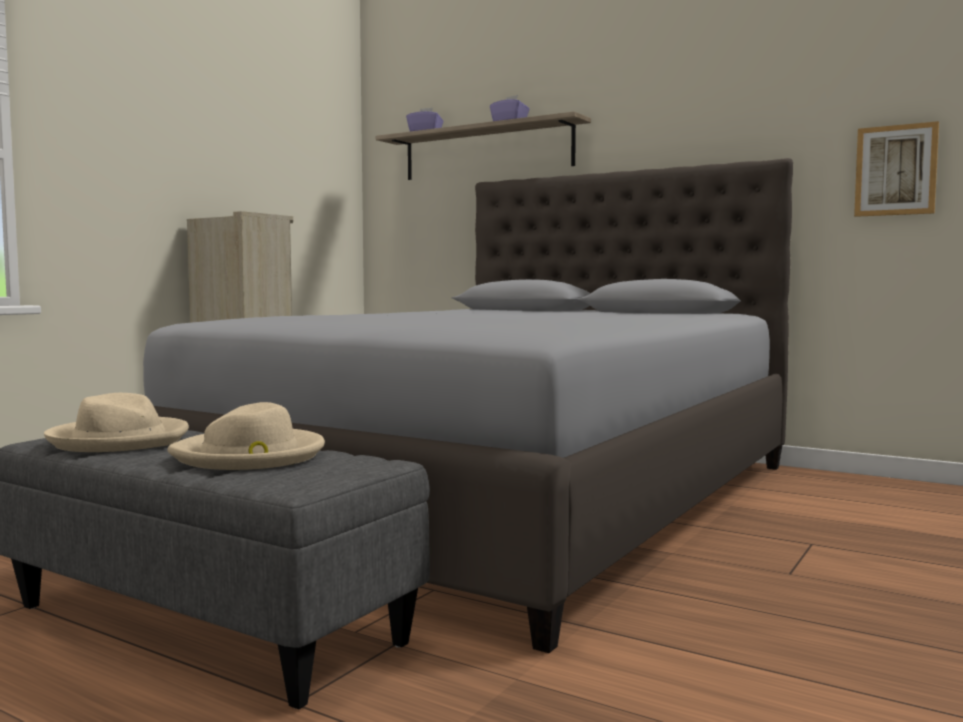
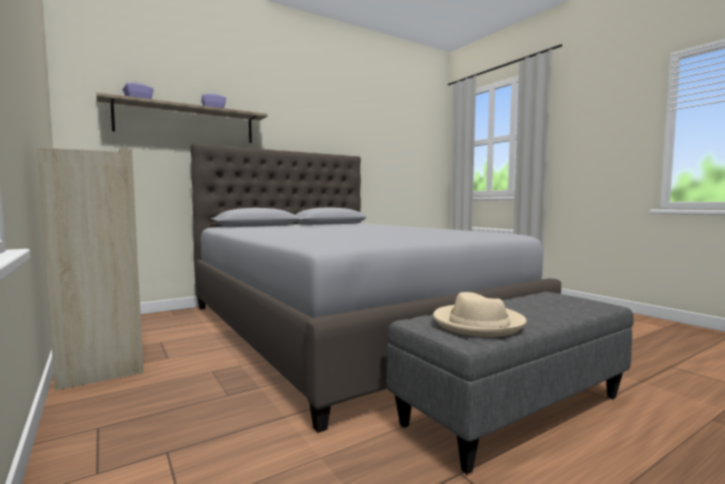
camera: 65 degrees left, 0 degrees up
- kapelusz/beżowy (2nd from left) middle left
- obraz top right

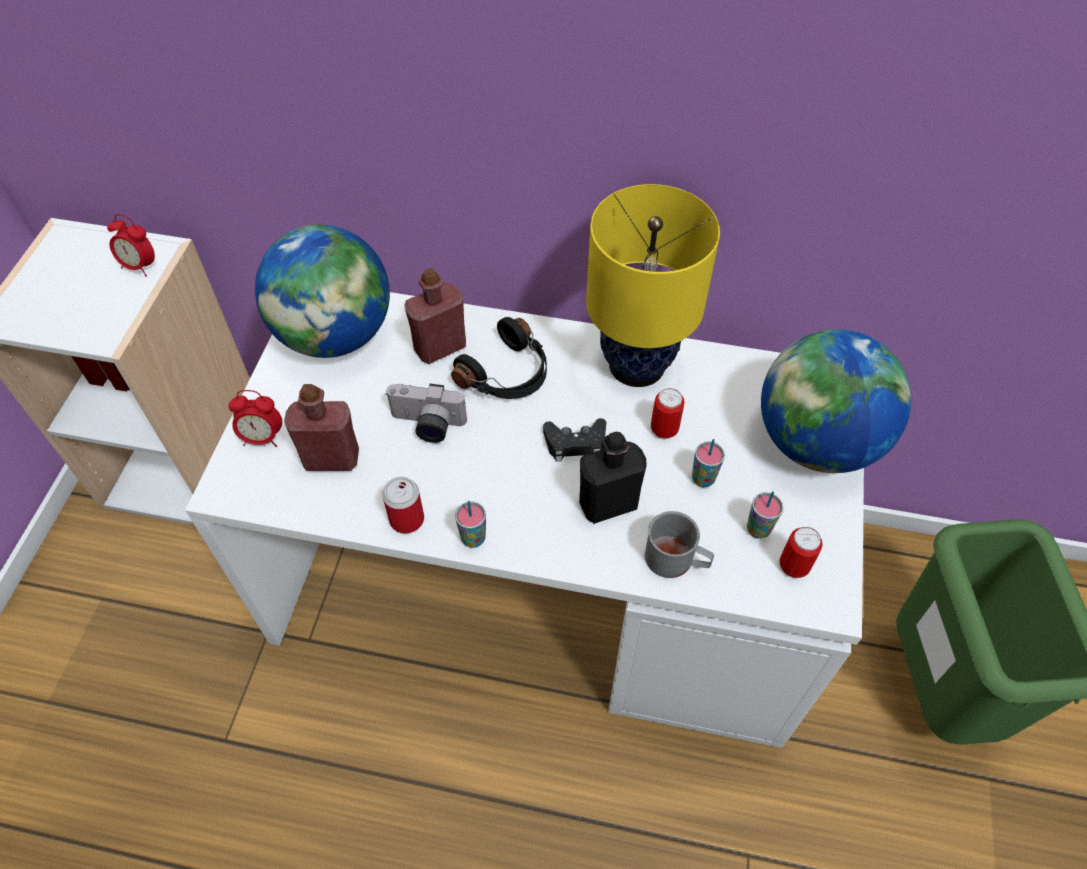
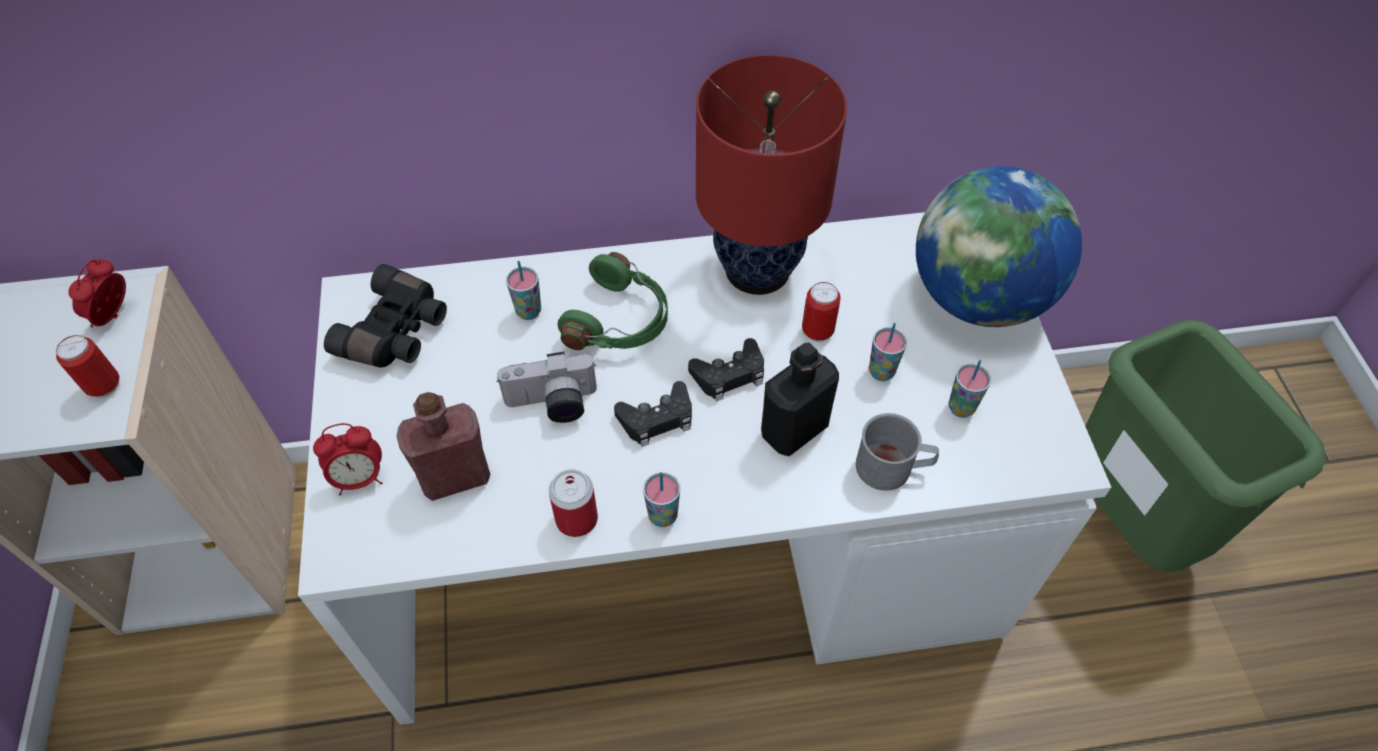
camera: 20 degrees left, 0 degrees up
+ pad do gier/czarny (1st from left) centre
~ puszka (3rd from left in the first image) middle right to puszka (1st from left) middle left
~ globus (1st from left) middle left to lornetka/czarny middle left
~ butelka/czerwony (2nd from left) centre to filiżanka (1st from left) centre
~ słuchawki/czarny centre to słuchawki/zielony centre
~ lampa stołowa/żółty top centre to lampa stołowa/czerwony top centre
~ budzik (1st from left) top left = middle left 105 degrees clockwise

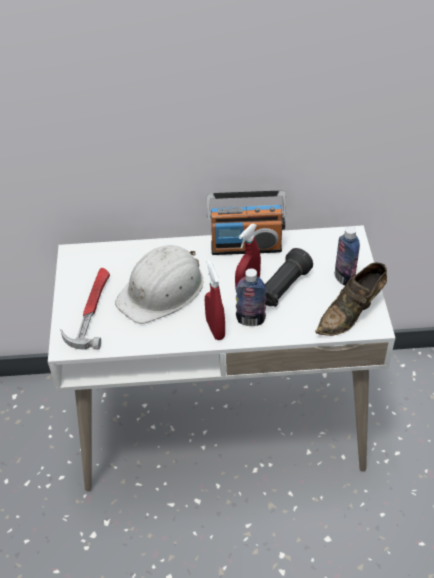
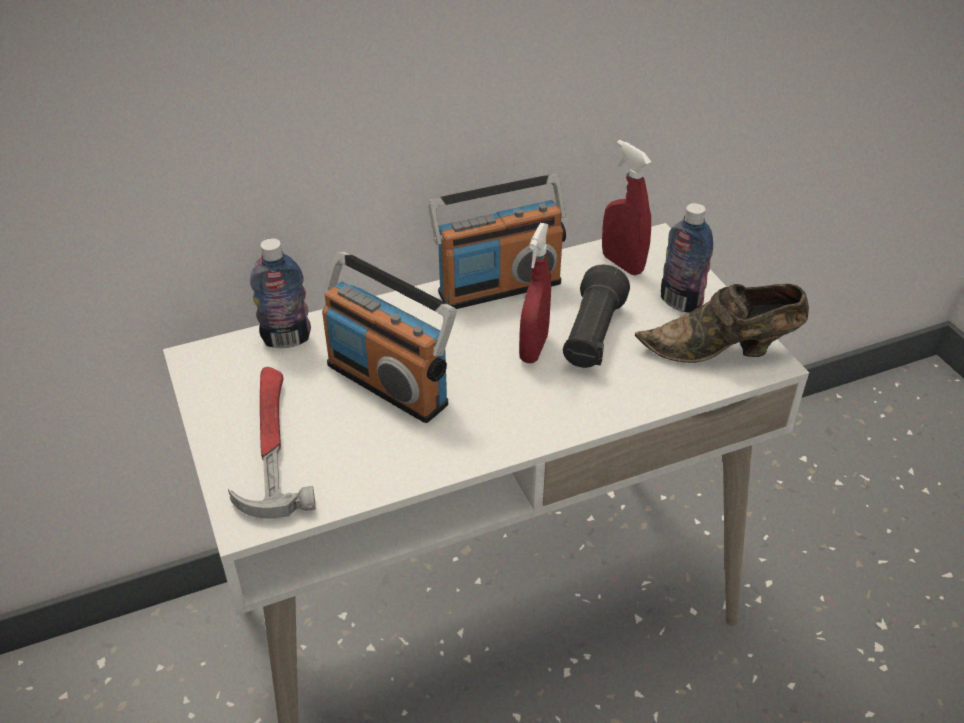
camera: 20 degrees left, 5 degrees down
~ spryskiwacz/czerwony (1st from left in the first image) centre to spryskiwacz/czerwony (2nd from left) top centre
~ butelka (1st from left) centre to middle left
~ kask/biały centre to radio (1st from left) centre
~ but/brązowy middle right = middle right 60 degrees clockwise

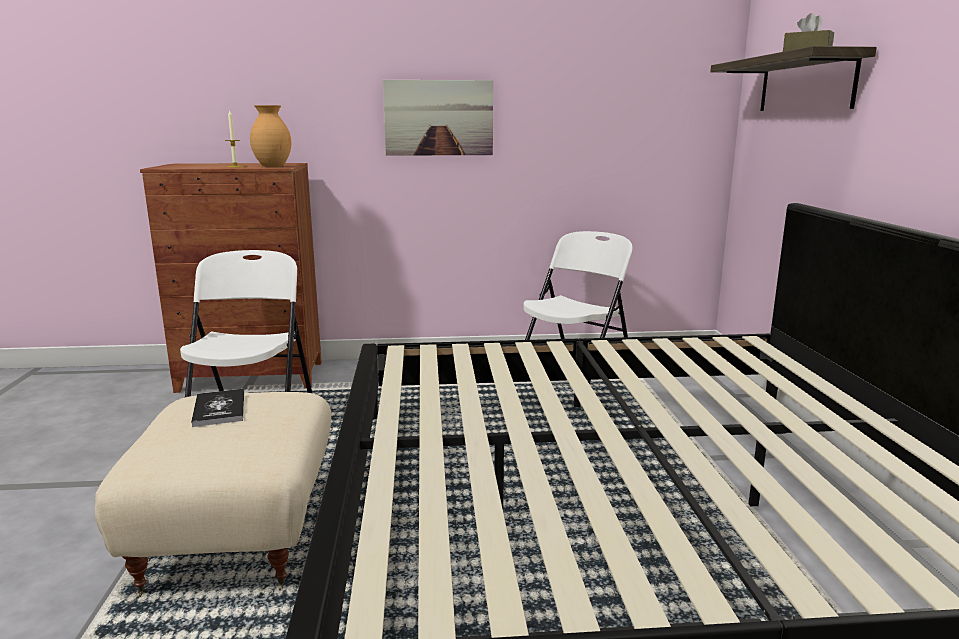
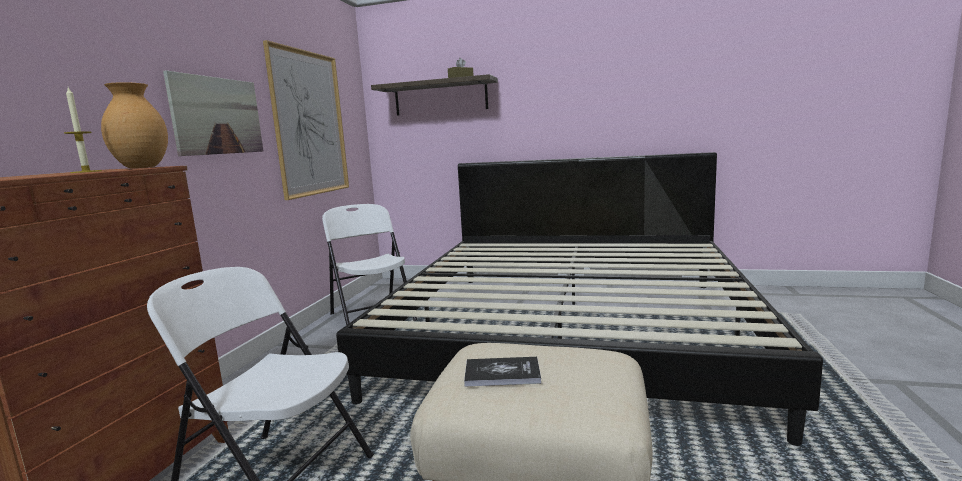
camera: 70 degrees left, 5 degrees down
+ obraz (2nd from left) top left

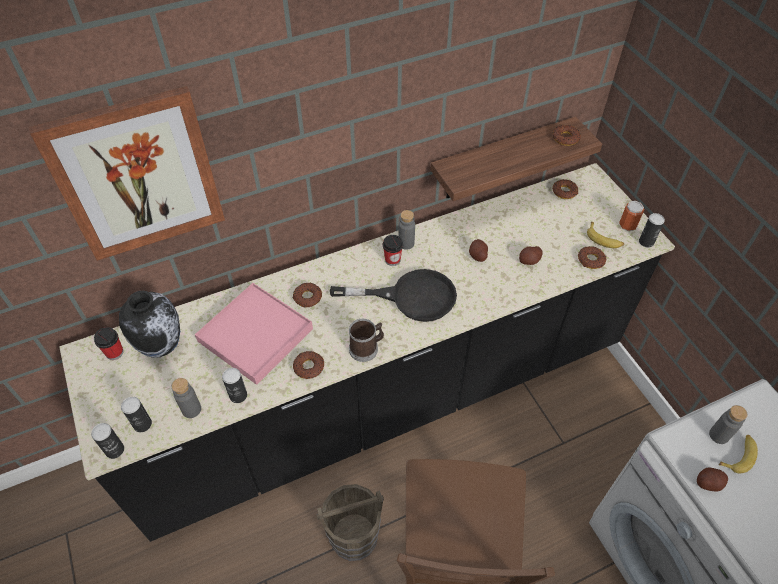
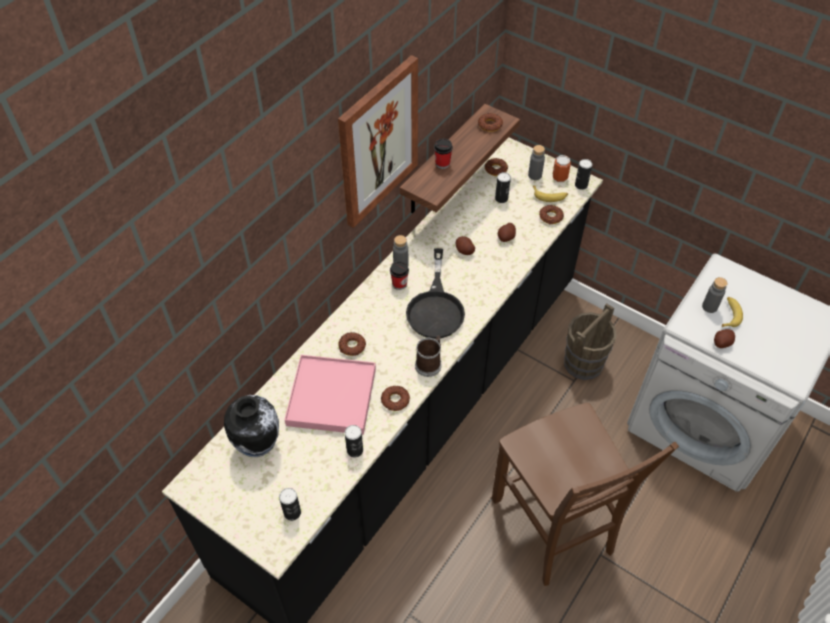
camera: 30 degrees left, 0 degrees up
~ obraz top left to top centre
~ puszka (1st from left in the first image) bottom left to puszka (3rd from left) top centre
~ filiżanka (1st from left in the first image) middle left to filiżanka (2nd from left) top centre
~ butelka/szary (1st from left in the first image) bottom left to butelka/szary (2nd from left) top centre
~ wiadro/brązowy bottom centre to middle right
~ patelnia/czarny centre = centre 120 degrees clockwise

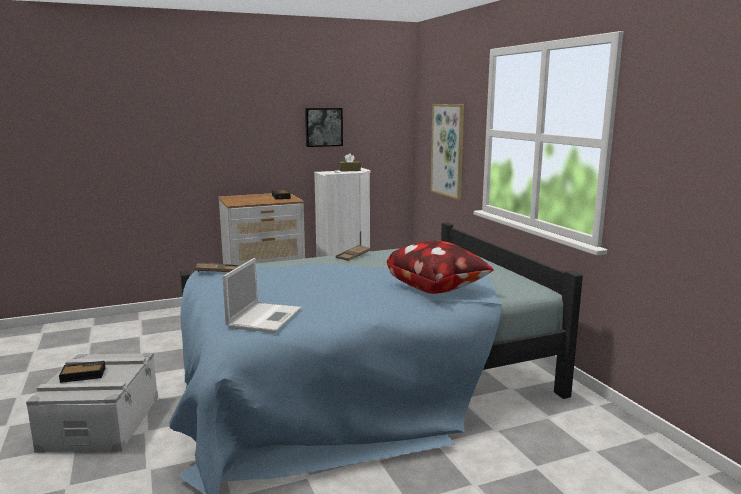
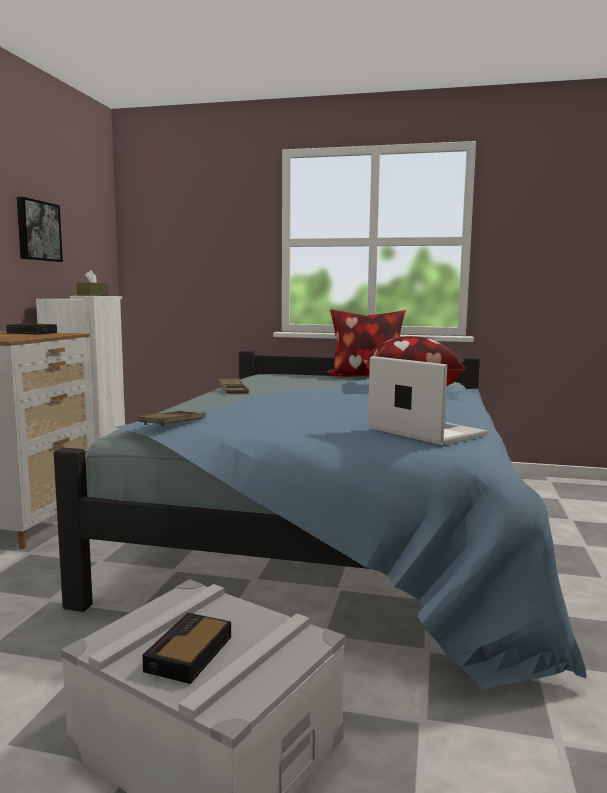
camera: 55 degrees left, 5 degrees down
- obraz (2nd from left) top centre
+ poduszka (1st from left) centre

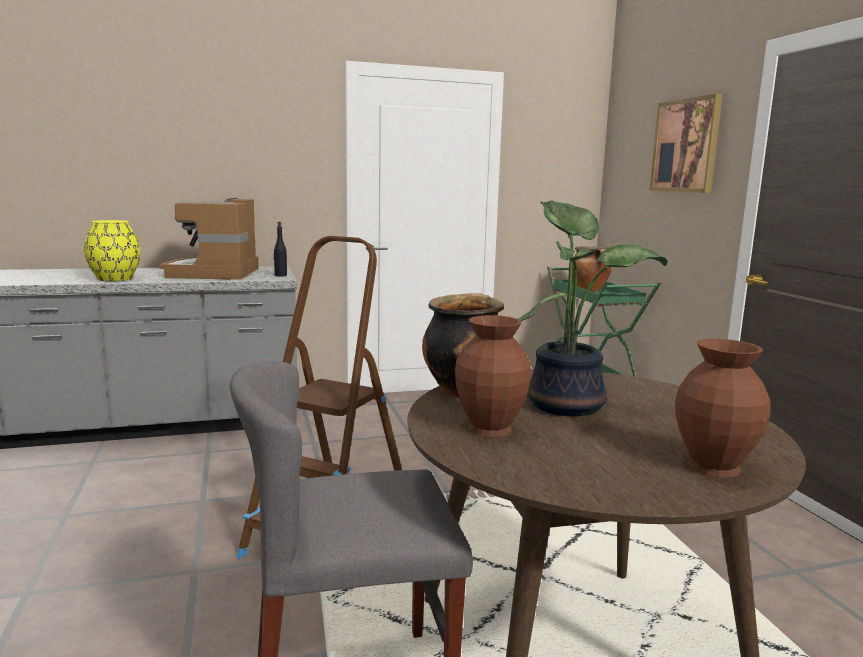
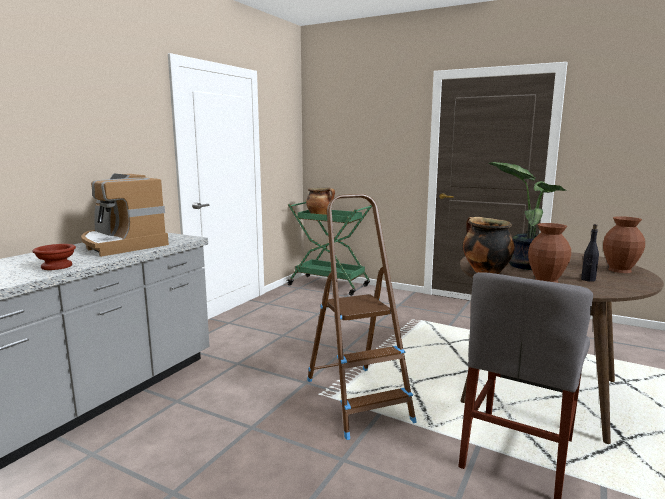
camera: 45 degrees left, 0 degrees up
- obraz top right
~ butelka/czarny middle left to middle right
~ wazon/żółty middle left to miska/brązowy middle left

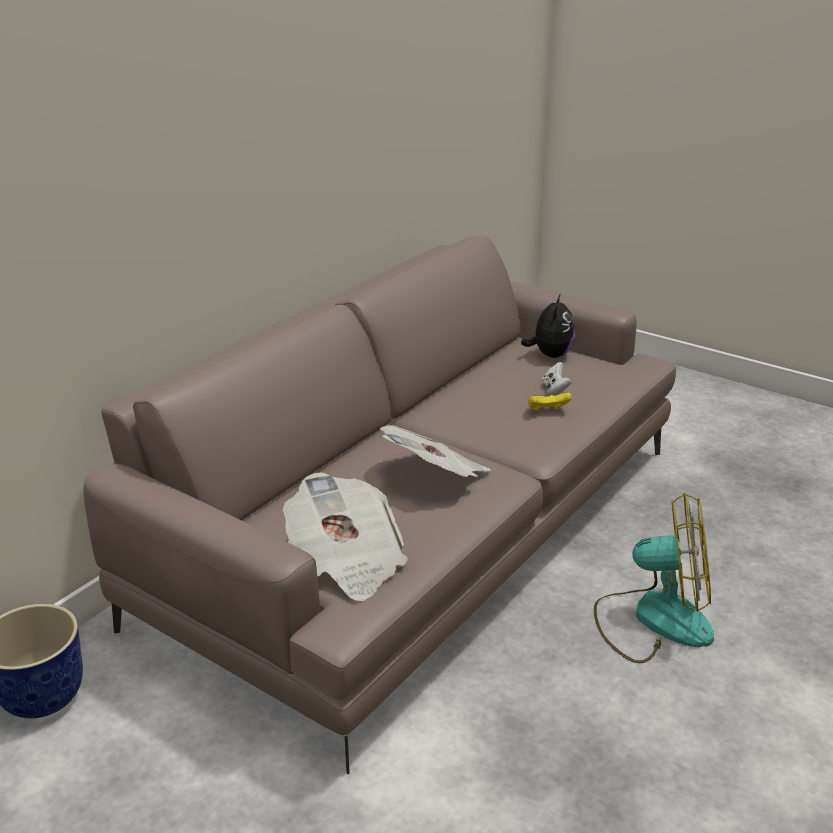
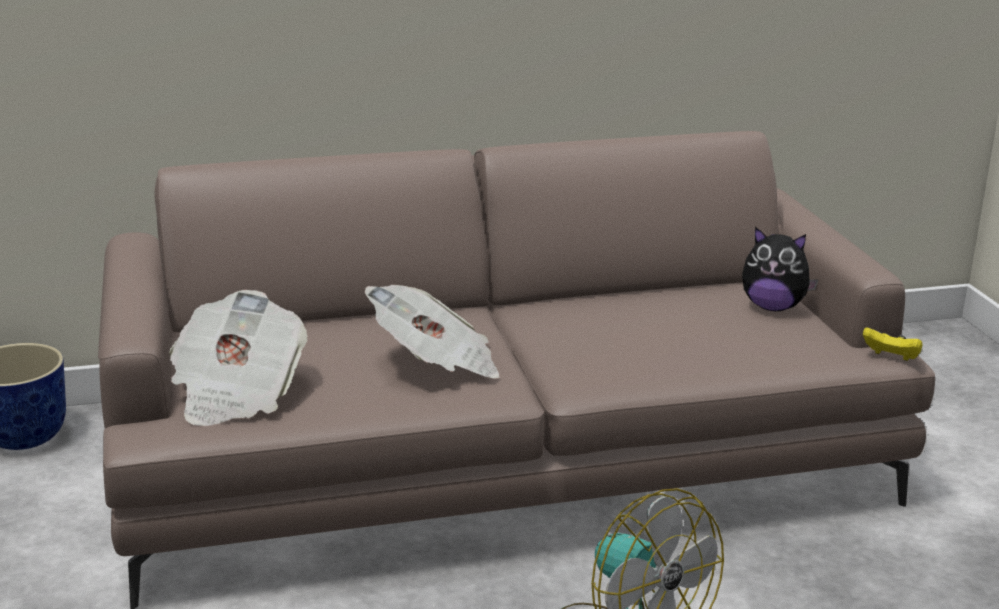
camera: 40 degrees right, 5 degrees down
- pad do gier/biały middle right
~ pad do gier/żółty centre to middle right
~ pluszak centre = middle right 60 degrees clockwise

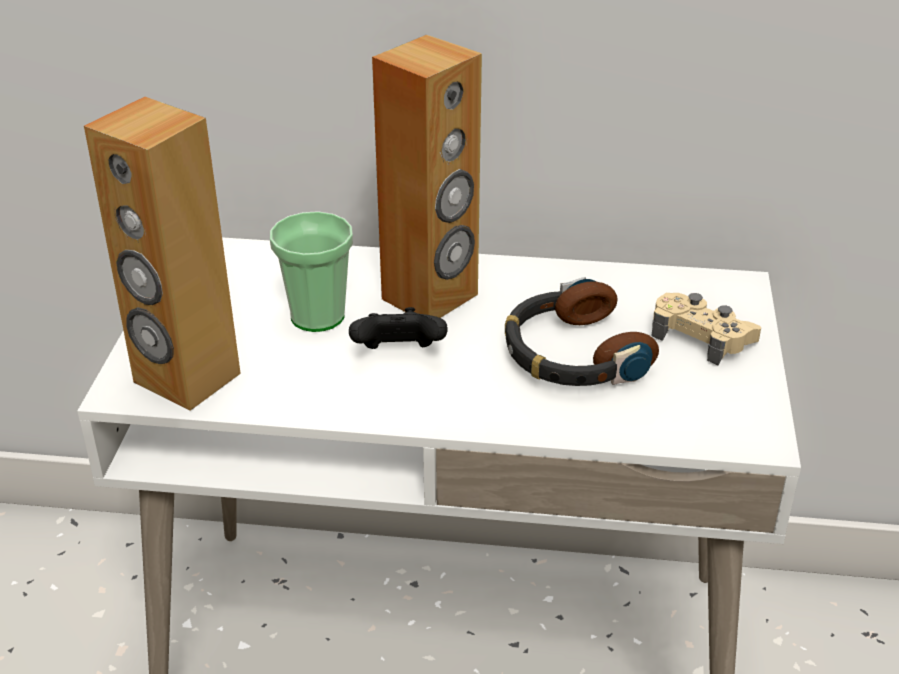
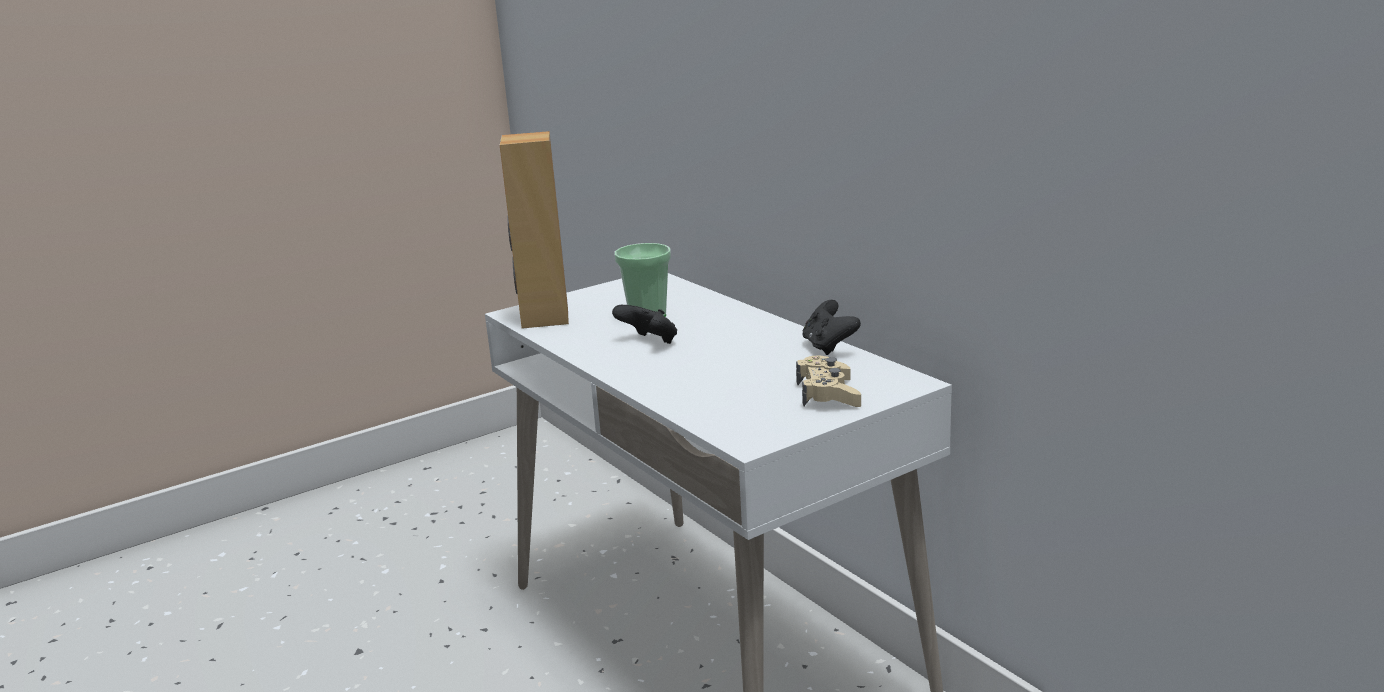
camera: 50 degrees right, 15 degrees down
- głośnik/brązowy (2nd from left) top centre
- słuchawki centre
+ pad do gier/czarny (2nd from left) centre

